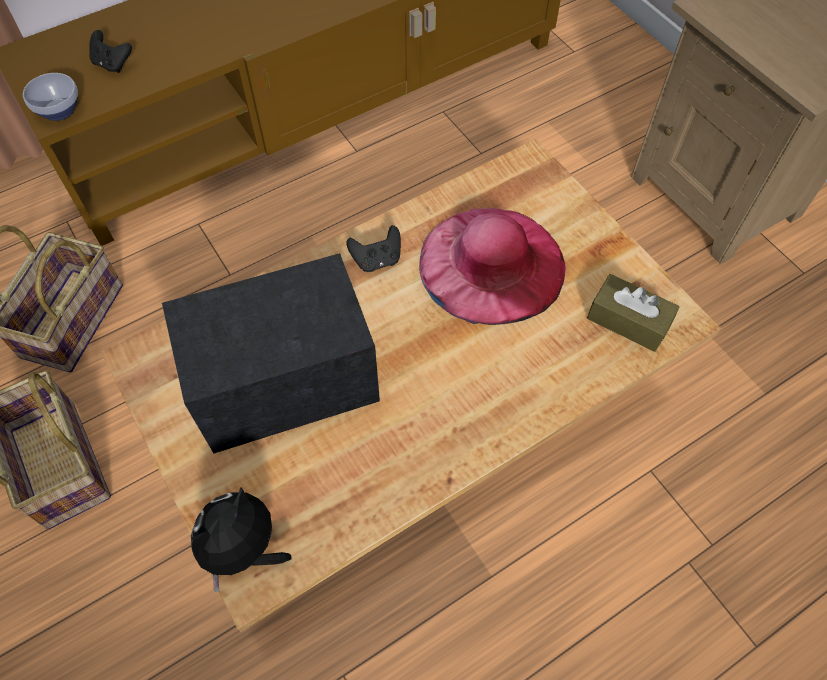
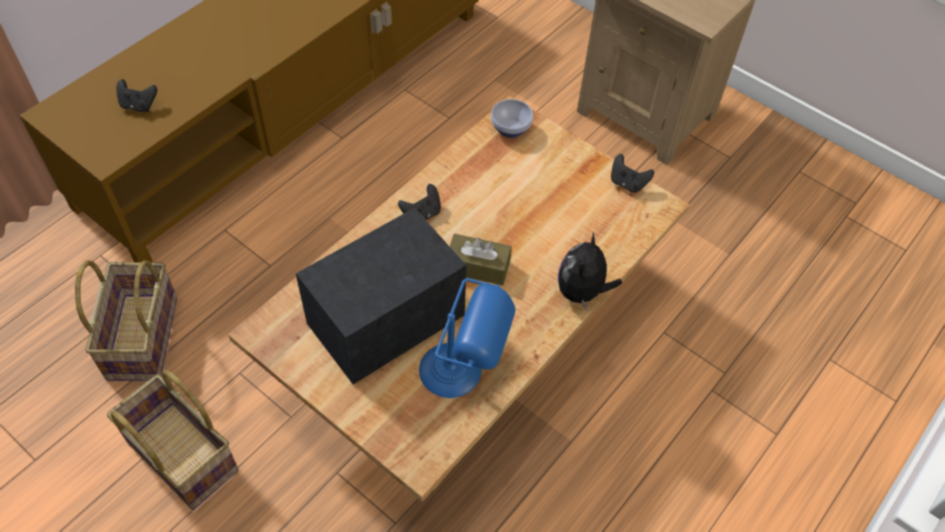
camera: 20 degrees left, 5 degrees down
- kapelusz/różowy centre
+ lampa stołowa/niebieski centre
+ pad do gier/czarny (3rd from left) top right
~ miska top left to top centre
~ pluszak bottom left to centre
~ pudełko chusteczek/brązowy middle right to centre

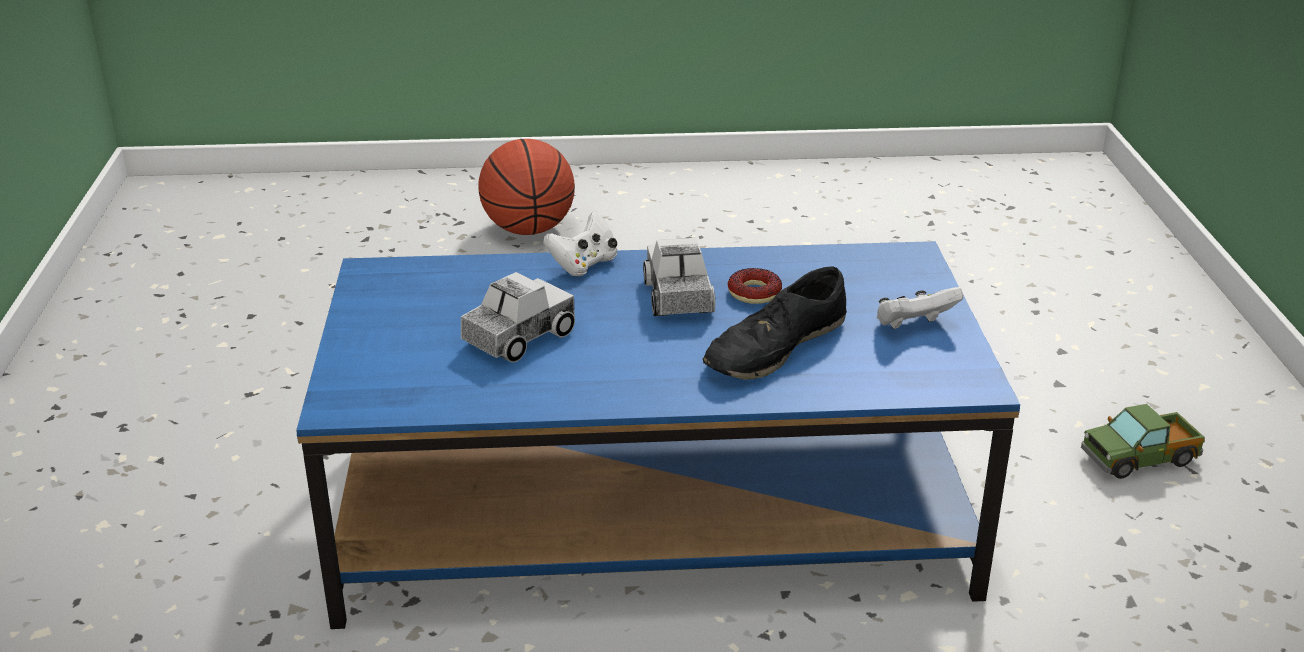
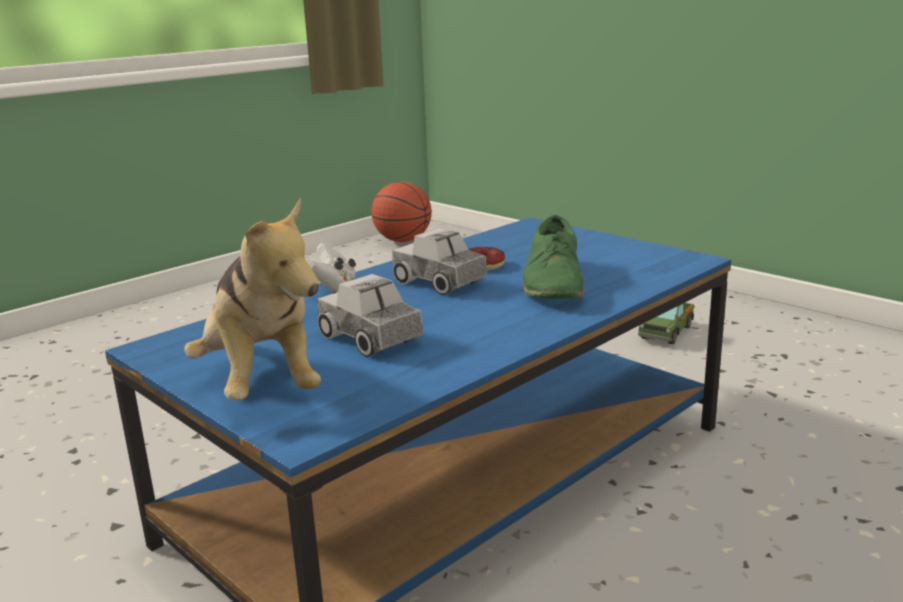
camera: 40 degrees left, 10 degrees down
- pad do gier/biały (2nd from left) middle right
+ pluszak middle left
~ piłka do koszykówki top centre to centre
~ but/czarny centre to but/zielony centre
~ ciężarówka zabawkowa (1st from left) centre = centre 45 degrees counterclockwise

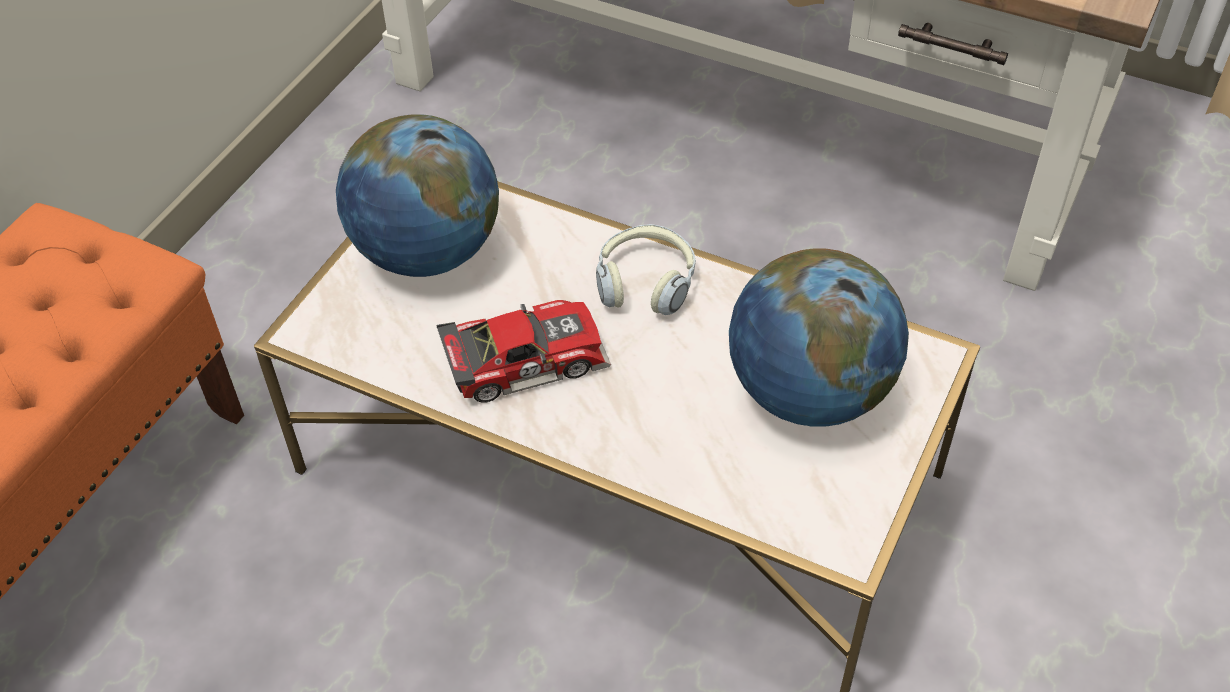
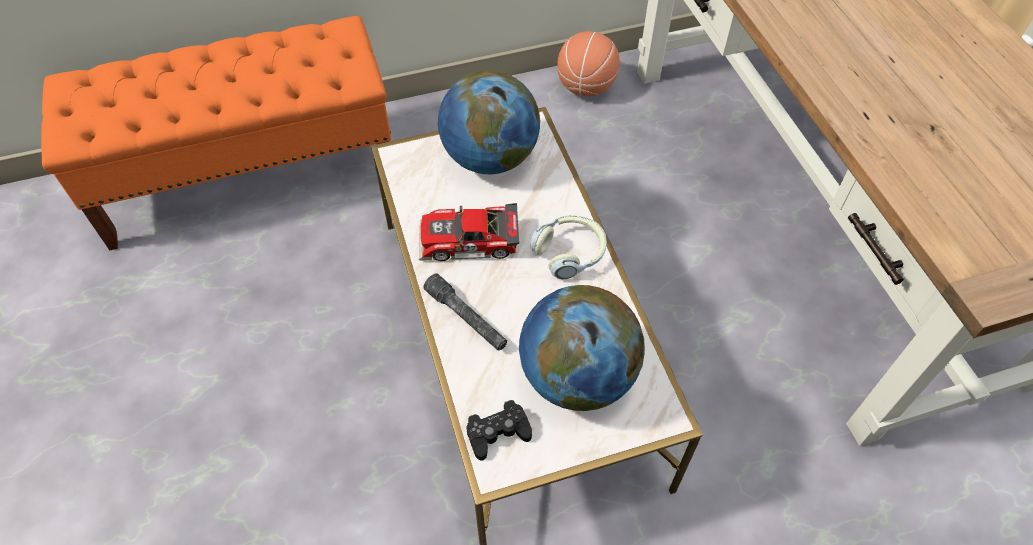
camera: 45 degrees right, 5 degrees up
+ latarka/szary centre
+ pad do gier/czarny bottom centre
+ piłka do koszykówki top centre
~ samochodzik centre = centre 150 degrees clockwise

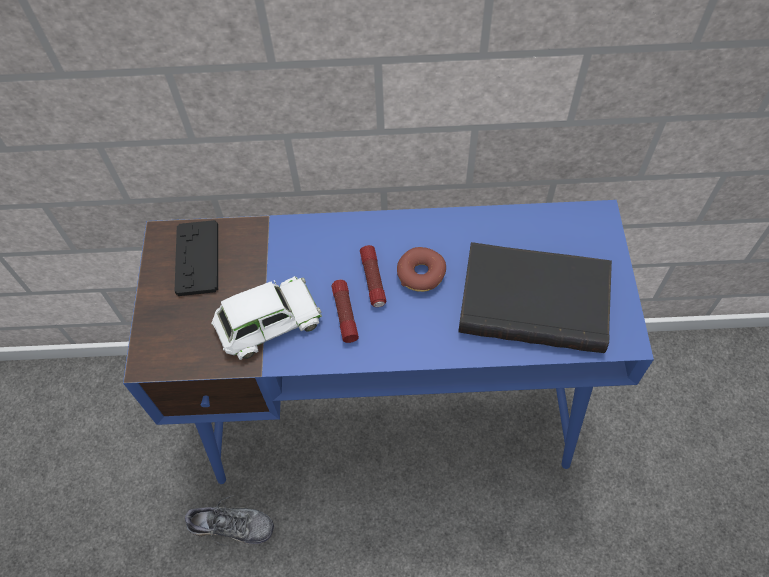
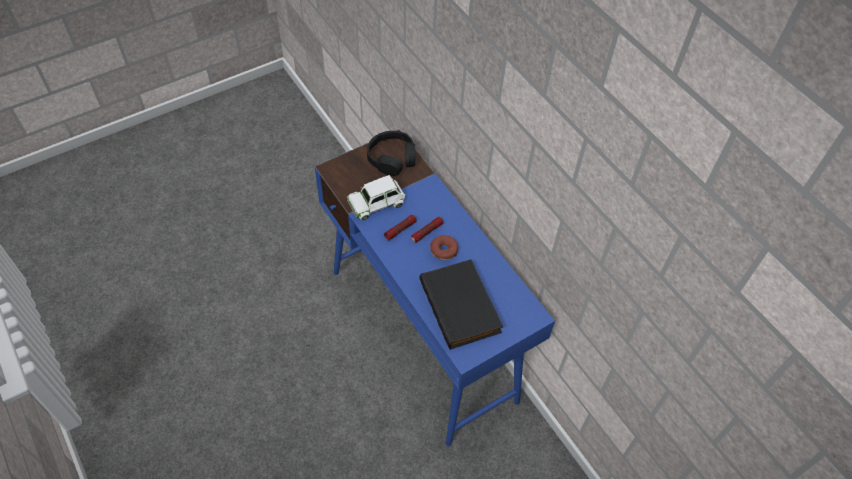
camera: 55 degrees right, 5 degrees down
- but bottom left
~ pad do gier/czarny middle left to słuchawki/czarny top centre
~ samochodzik/biały centre = centre 120 degrees clockwise

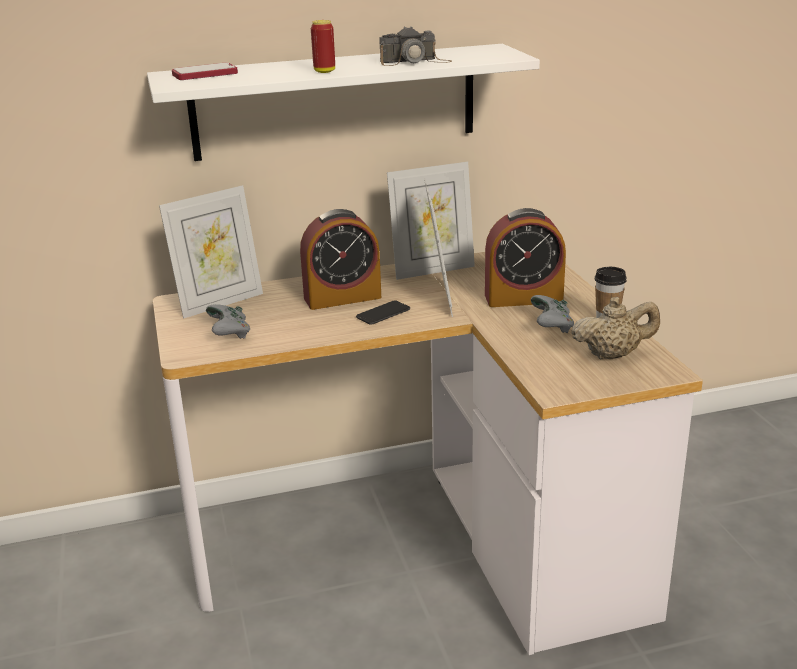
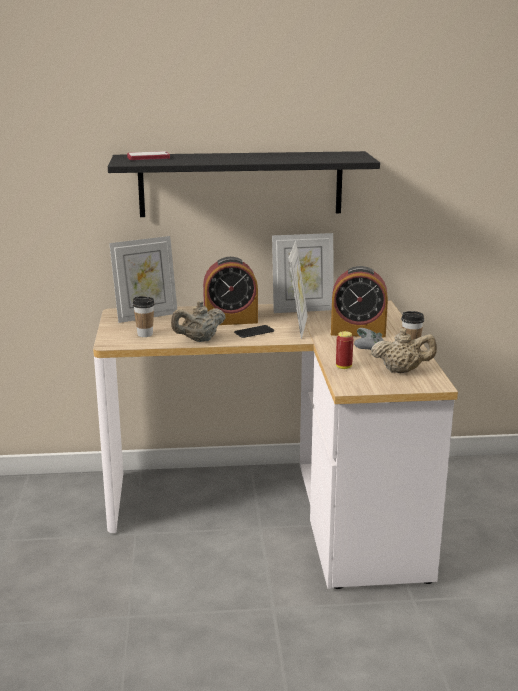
camera: 10 degrees right, 5 degrees down
- aparat fotograficzny top centre
+ imbryk/beżowy (1st from left) centre
~ puszka top centre to centre
~ pad do gier/szary (1st from left) middle left to filiżanka (1st from left) middle left
~ półka/biały top centre to półka/czarny top centre

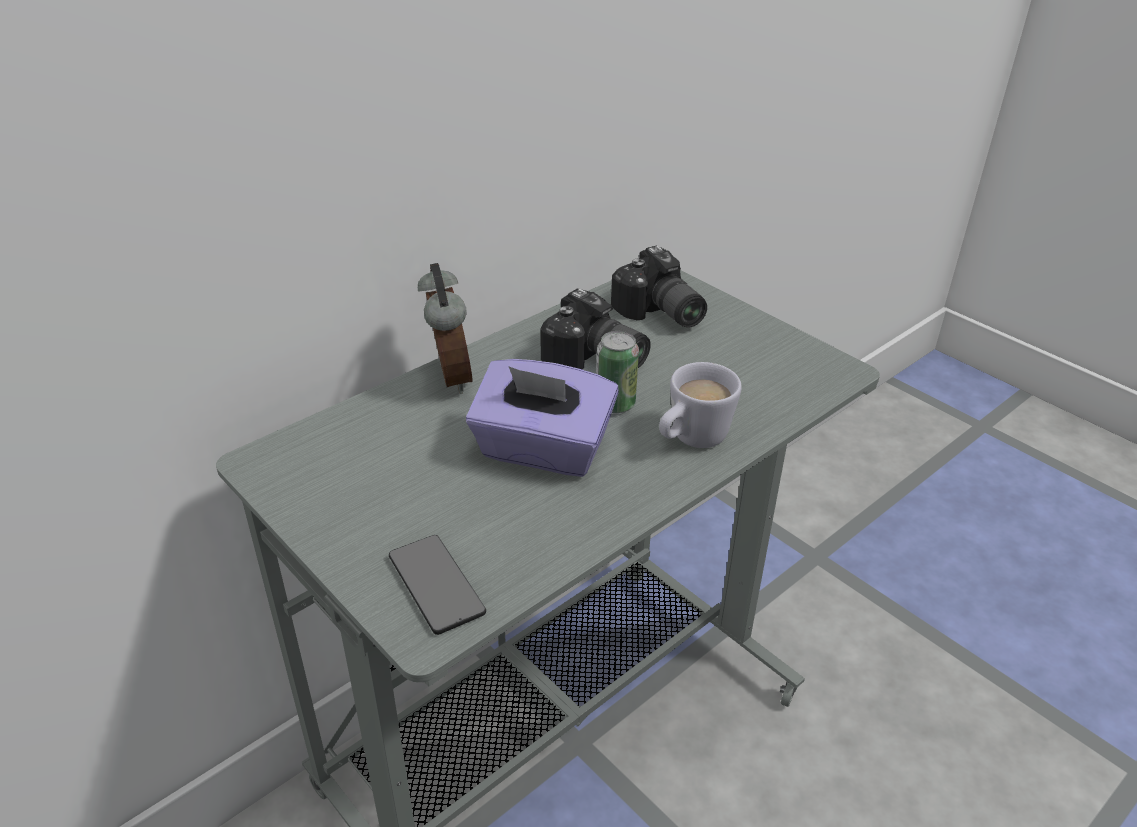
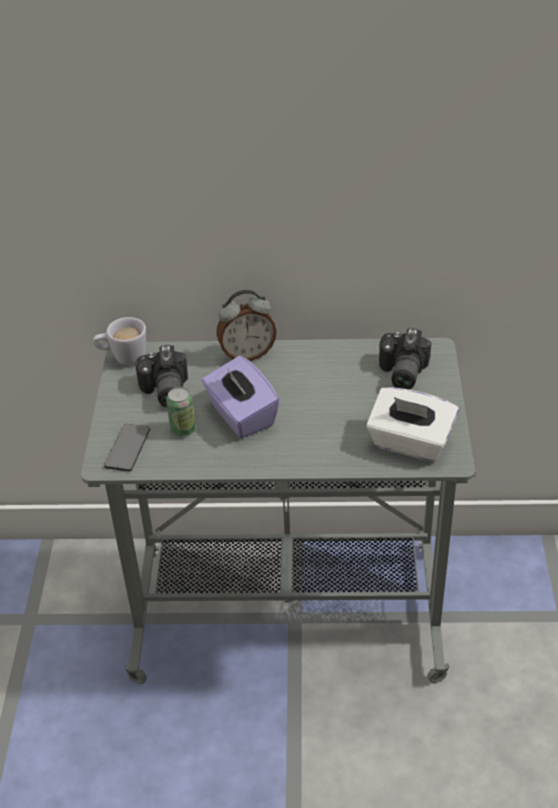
camera: 45 degrees right, 5 degrees up
+ pudełko chusteczek/biały middle right
~ aparat fotograficzny (1st from left) centre to middle left
~ puszka centre to middle left
~ kubek/biały centre to middle left
~ budzik centre = centre 45 degrees clockwise

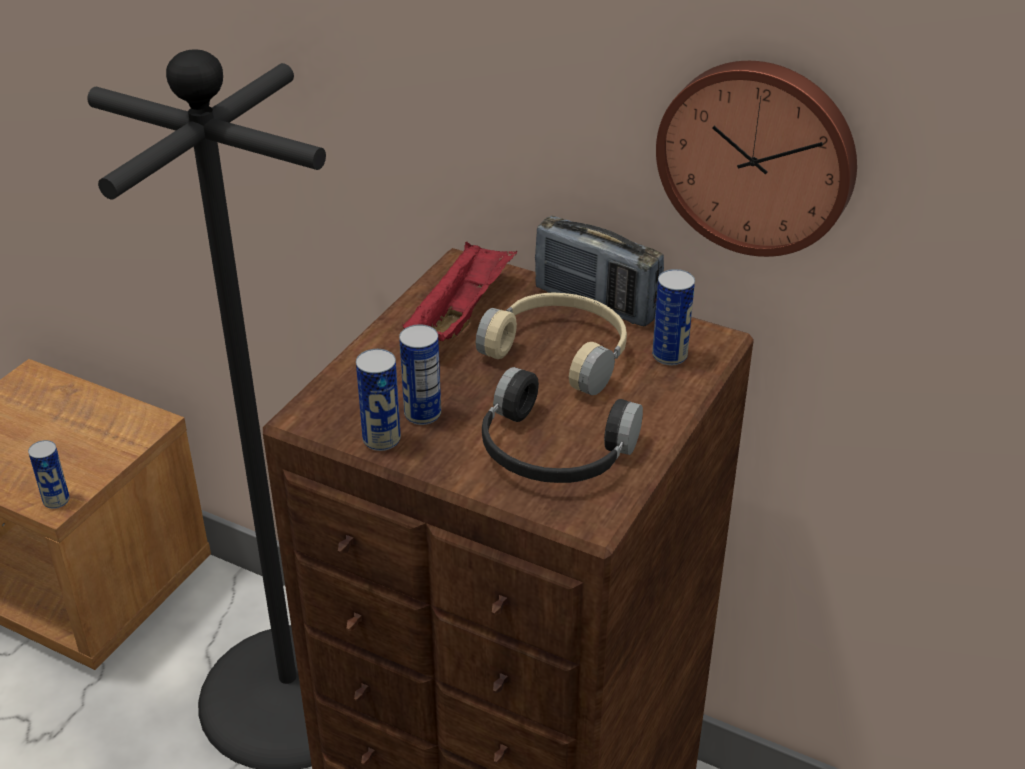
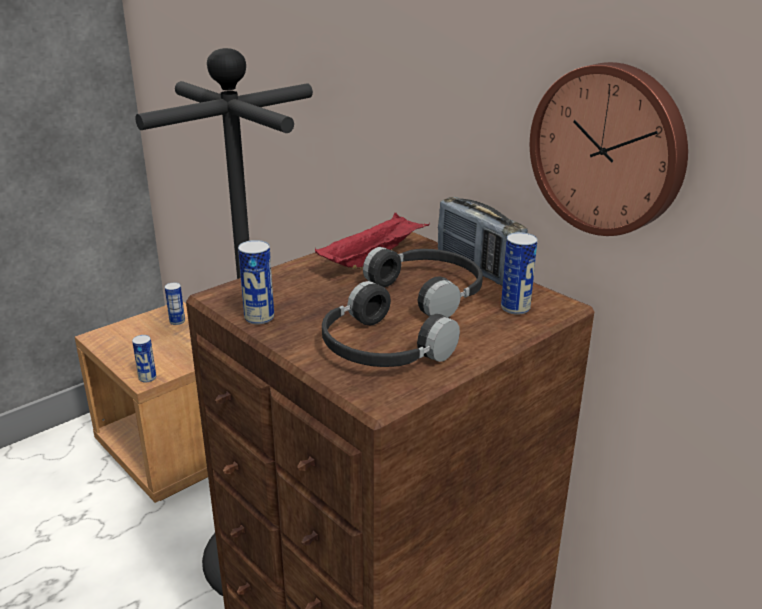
camera: 20 degrees right, 10 degrees down
~ puszka (3rd from left in the first image) centre to puszka (2nd from left) middle left
~ słuchawki/beżowy centre to słuchawki/czarny (2nd from left) centre

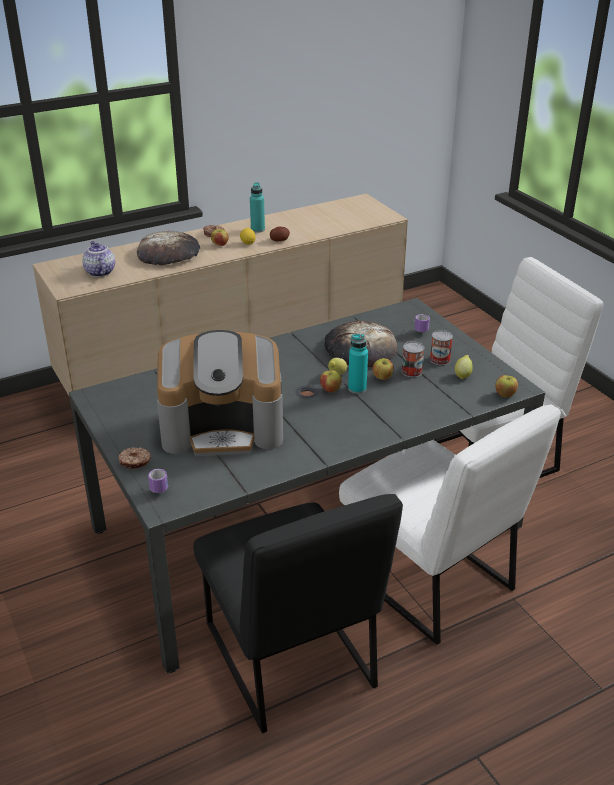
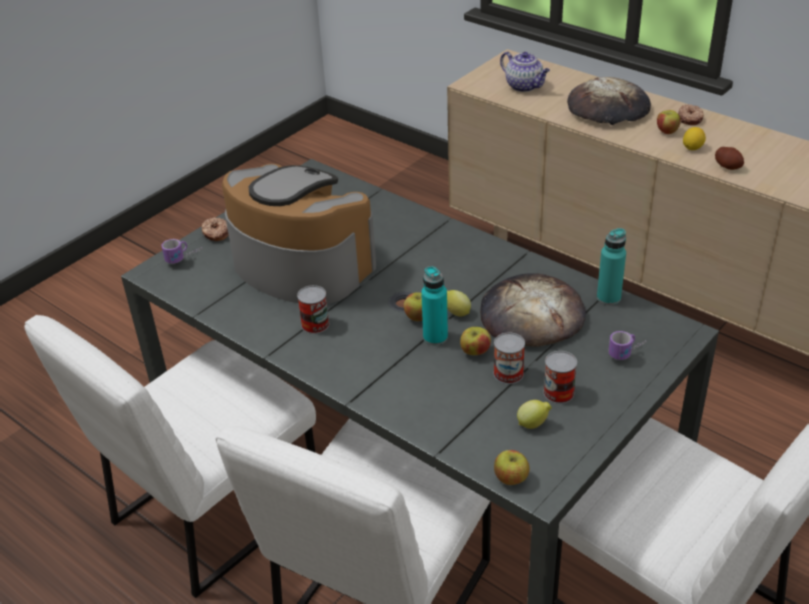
camera: 70 degrees right, 5 degrees up
+ puszka (1st from left) centre
~ butelka/turkusowy (1st from left in the first image) top centre to butelka/turkusowy (2nd from left) middle right
~ krzesło/czarny bottom centre to krzesło/biały (1st from left) bottom left
~ imbryk top left = top centre 90 degrees clockwise
~ ekspres do kawy centre = centre 150 degrees clockwise

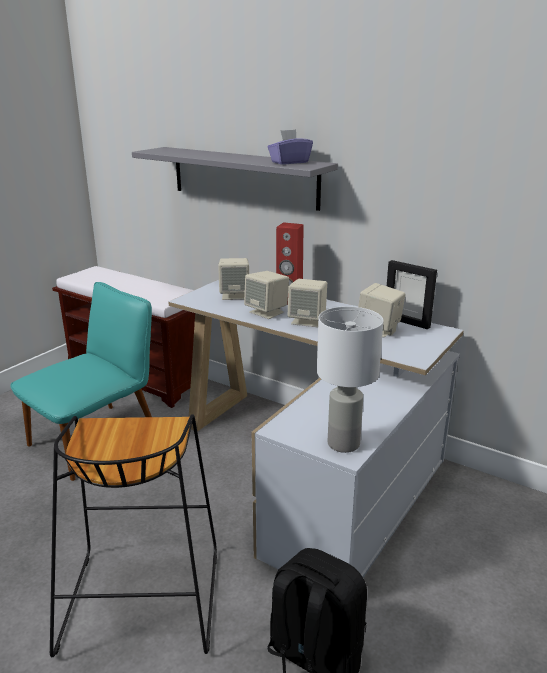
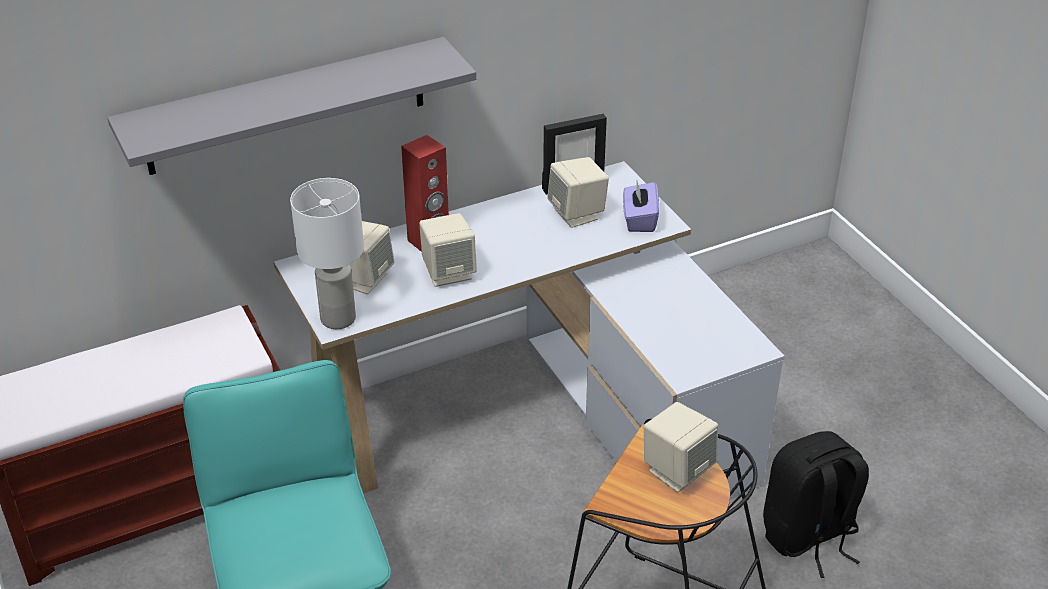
camera: 60 degrees left, 15 degrees up
~ pudełko chusteczek/fioletowy top centre to centre
~ głośnik/beżowy (3rd from left in the first image) centre to głośnik/beżowy (4th from left) bottom centre
~ lampa stołowa/biały centre to middle left

